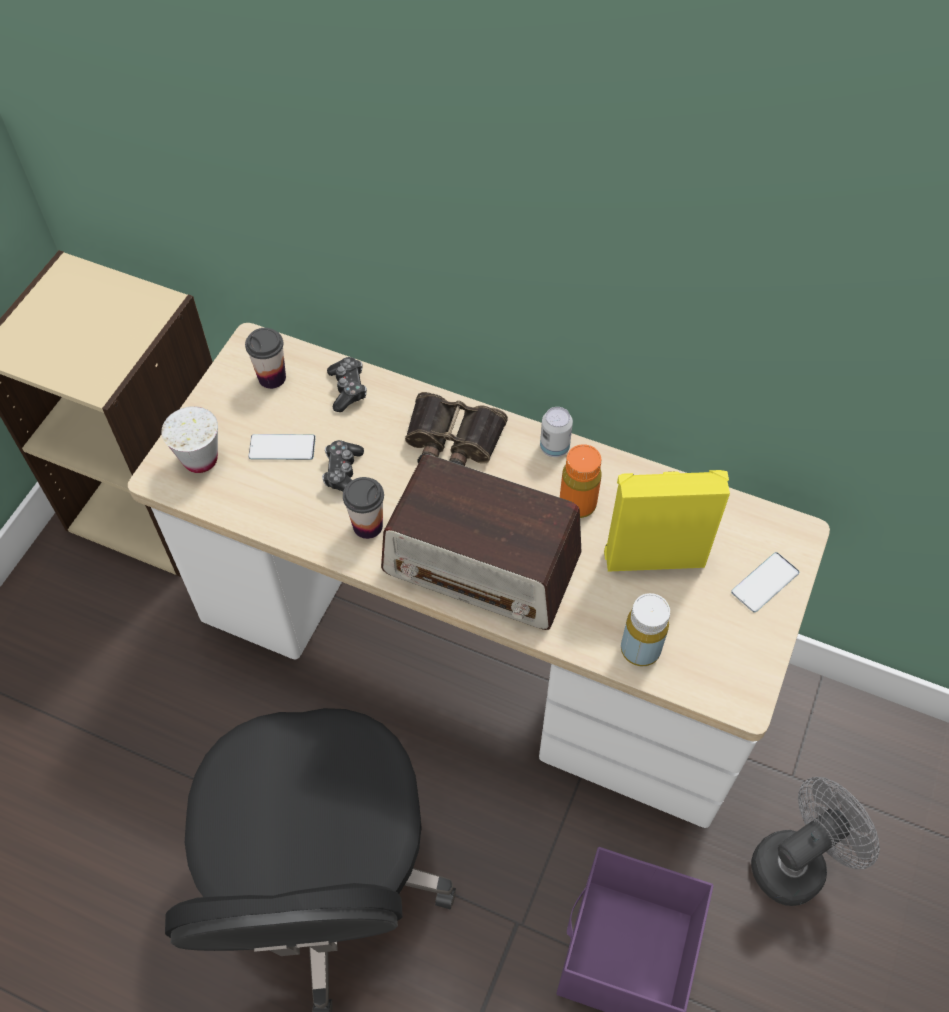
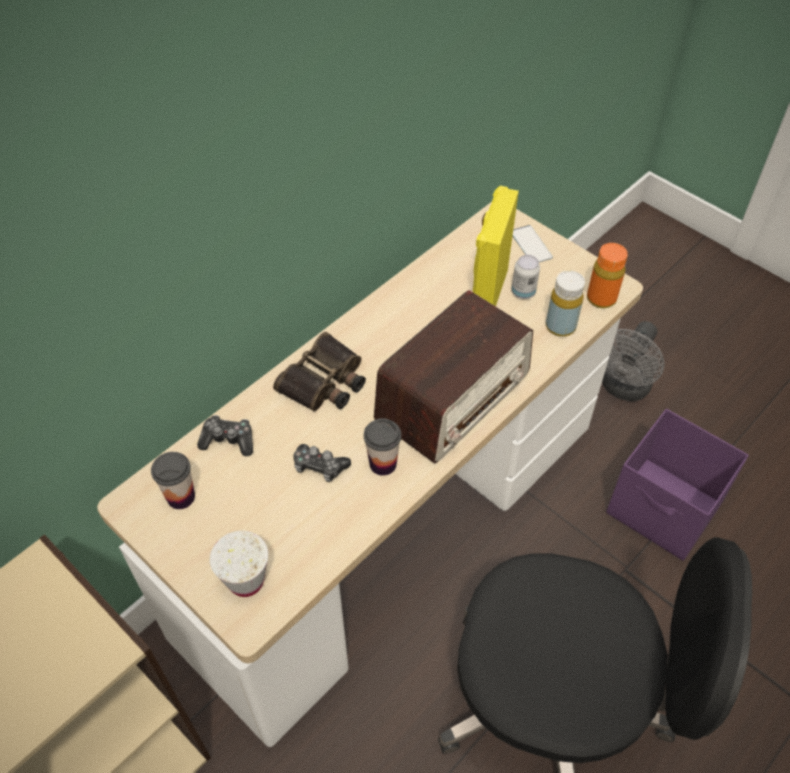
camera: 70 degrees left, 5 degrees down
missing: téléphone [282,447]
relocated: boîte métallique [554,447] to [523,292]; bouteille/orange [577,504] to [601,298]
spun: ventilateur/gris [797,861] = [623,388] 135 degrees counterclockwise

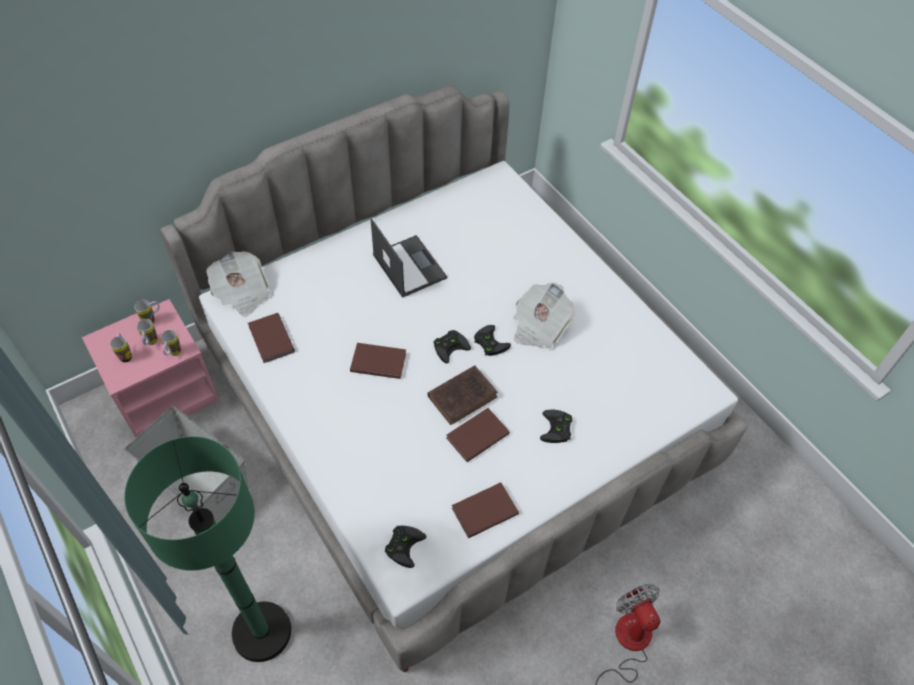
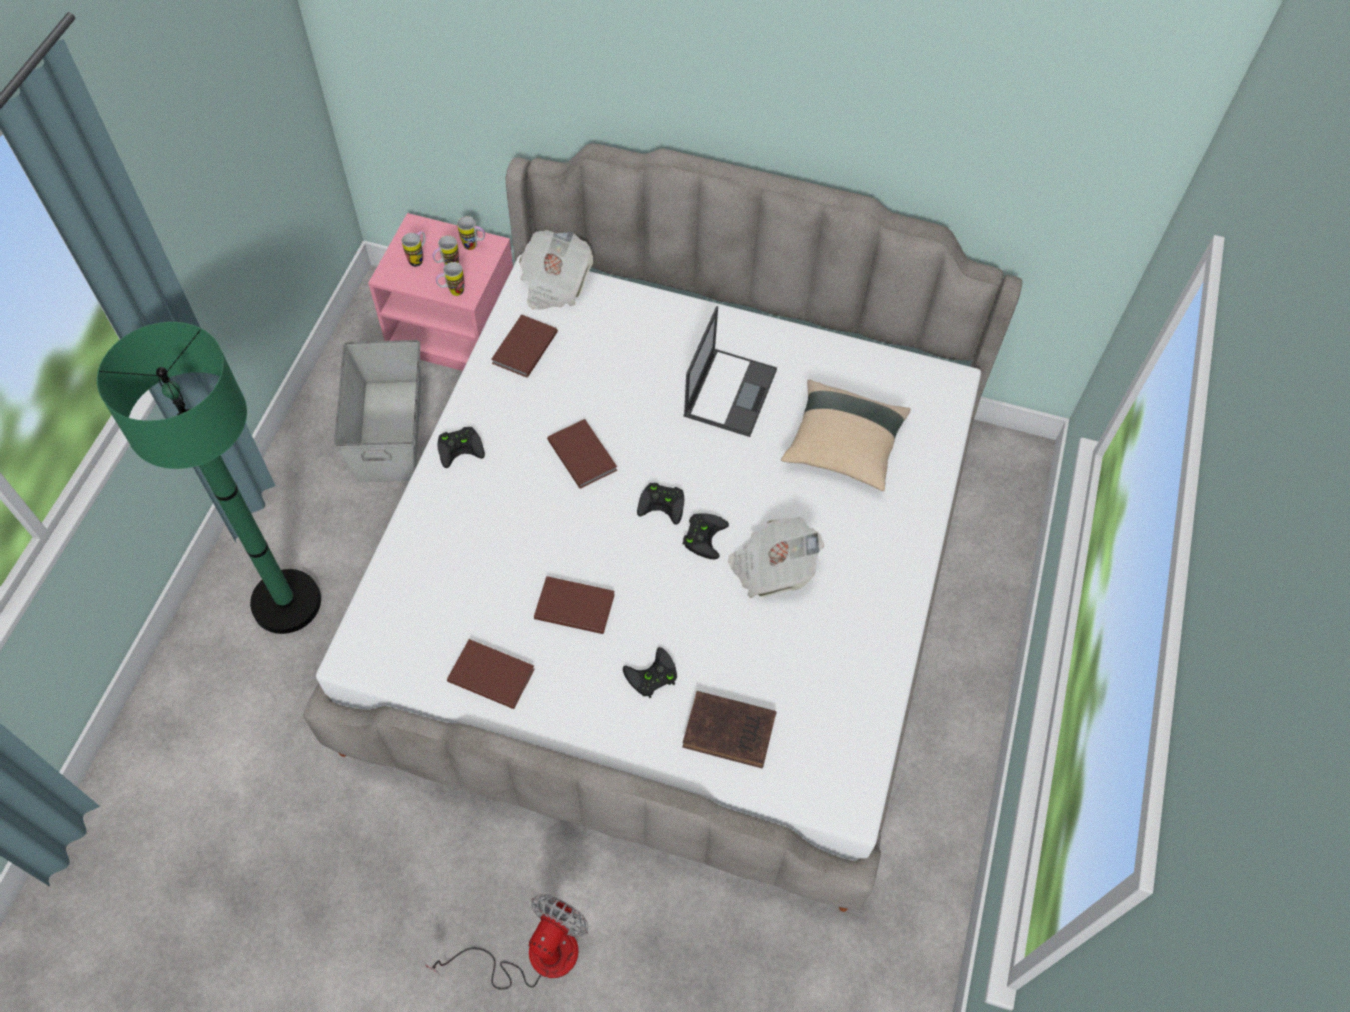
camera: 50 degrees right, 5 degrees up
appeared: coussin/beige [842,446]
relocated: livre/marron [464,396] to [731,732]; manette/noir [403,545] to [461,447]

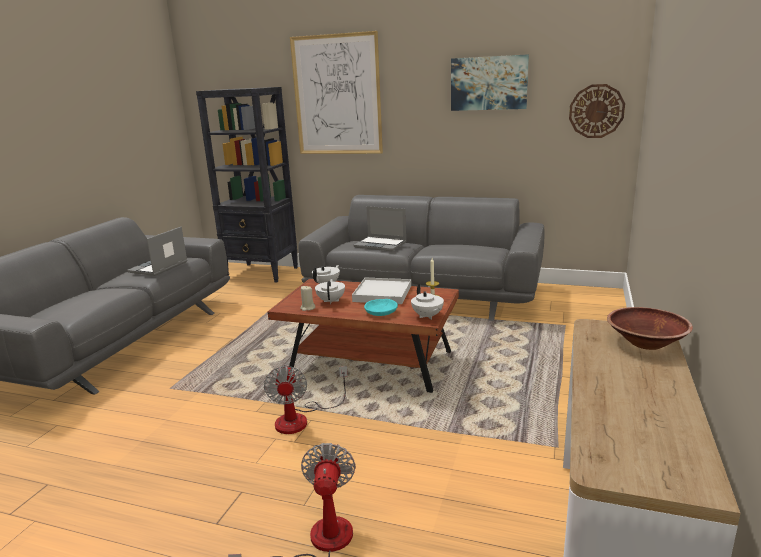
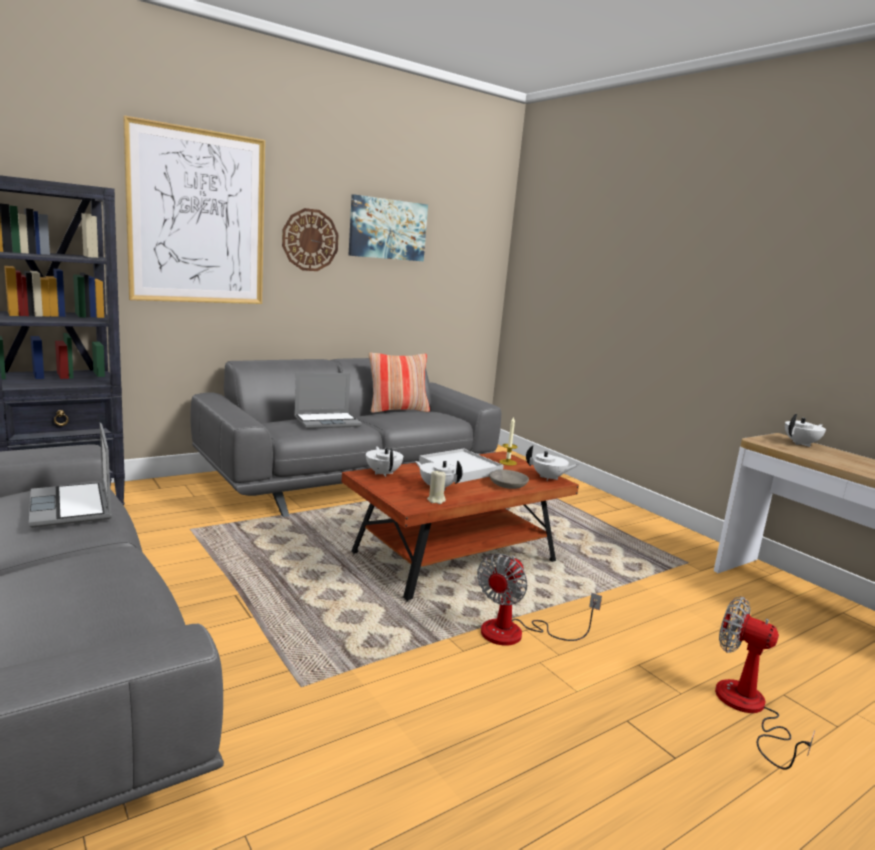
camera: 55 degrees left, 5 degrees down
appeared: coussin [397,410]
relocated: horloge murale [596,111] to [310,240]
exchanged: bol/marron [646,343] to théière/blanc [801,444]
colour: bol/turquoise [381,312] to bol/gris [507,484]
spun: ventilateur [301,419] = [517,633] 90 degrees clockwise

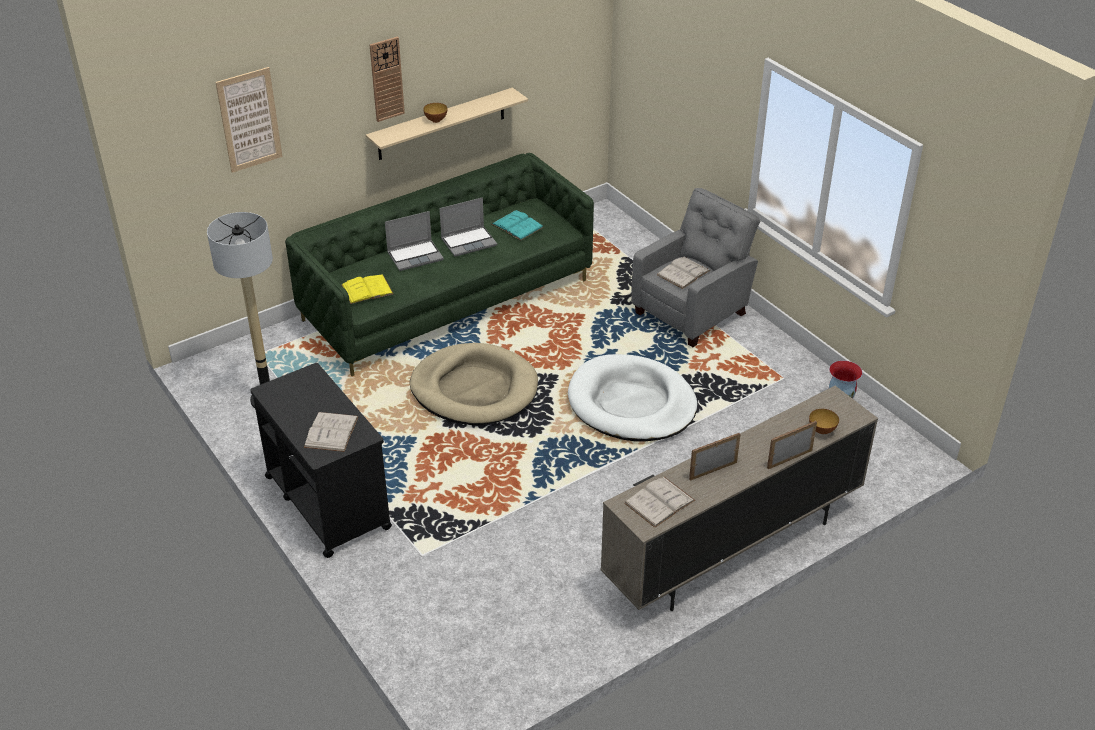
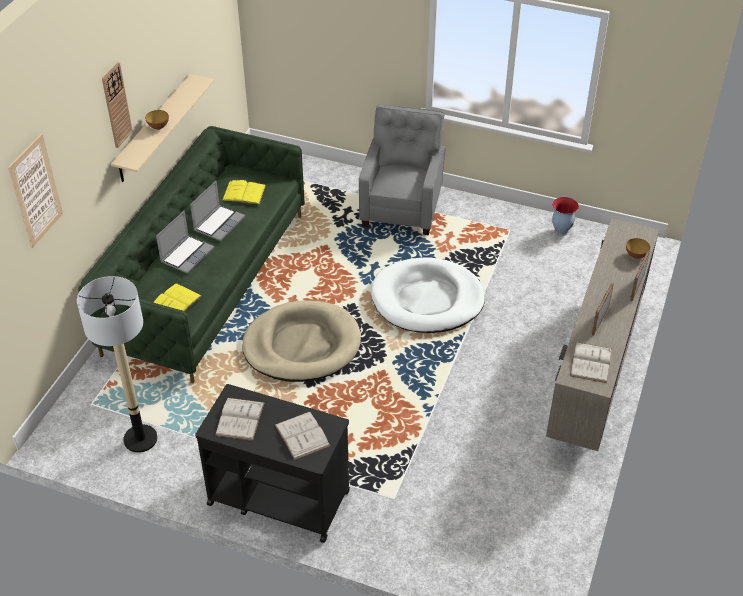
camera: 35 degrees left, 5 degrees up
relocated: livre/blanc [683,273] to [240,419]
colour: livre/turquoise [517,225] to livre/jaune [244,193]

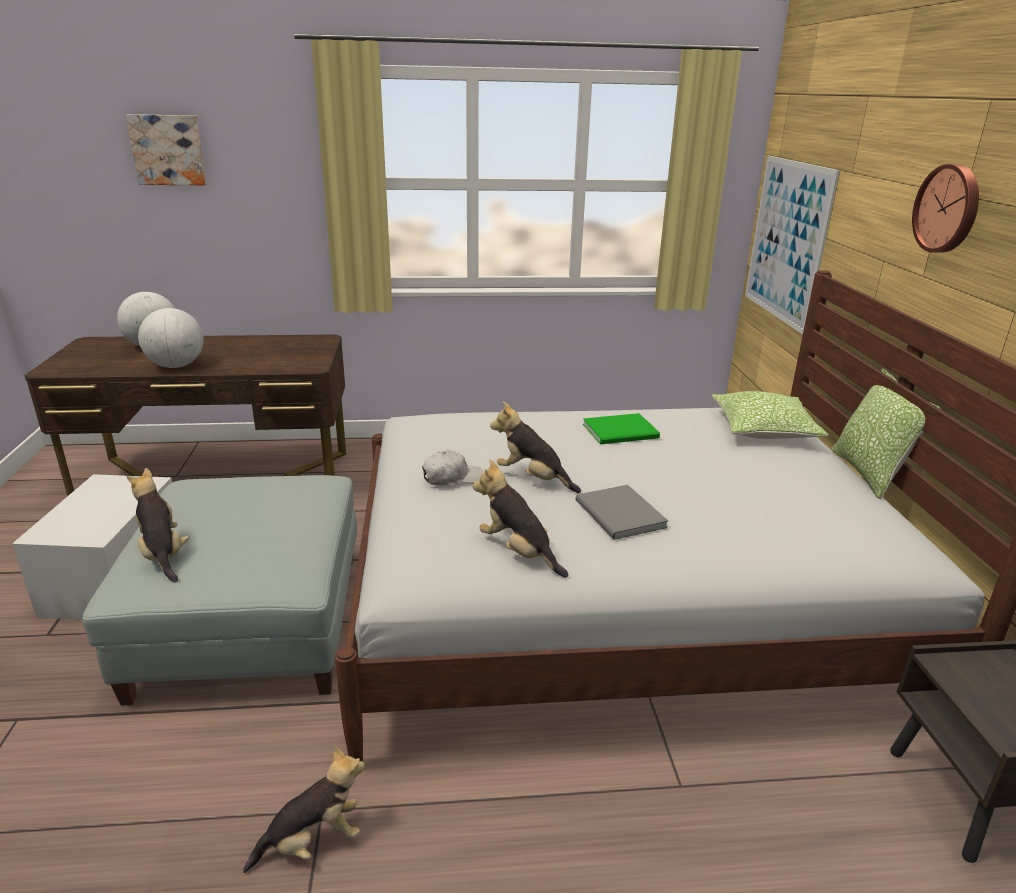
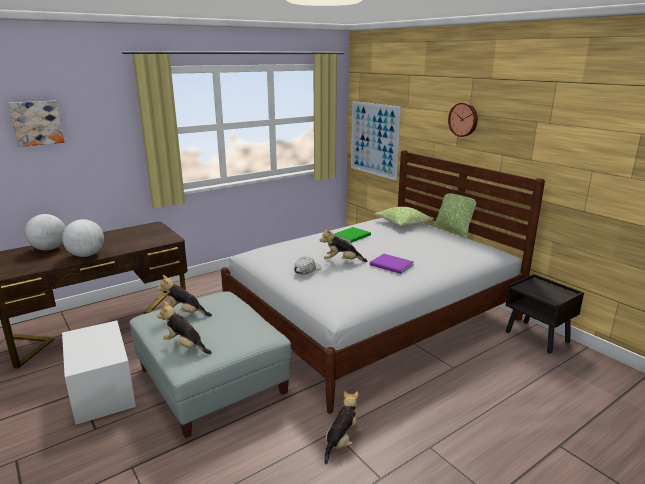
camera: 30 degrees left, 5 degrees down
relocated: peluche [518,552] to [185,313]
colour: livre/gris [619,516] to livre/violet [392,265]

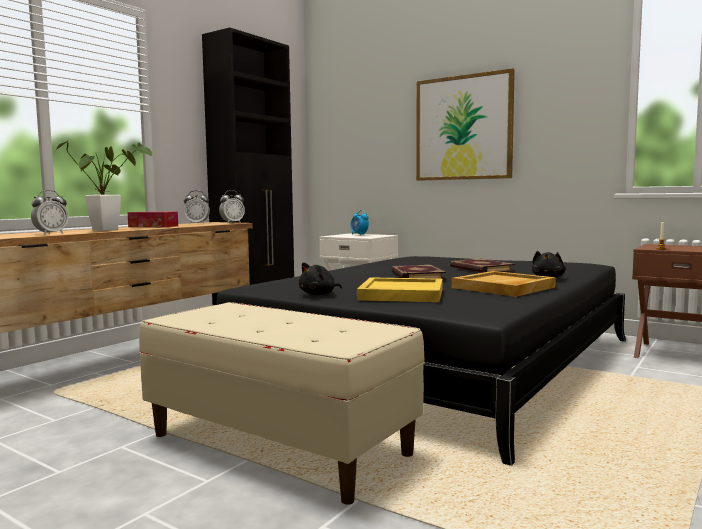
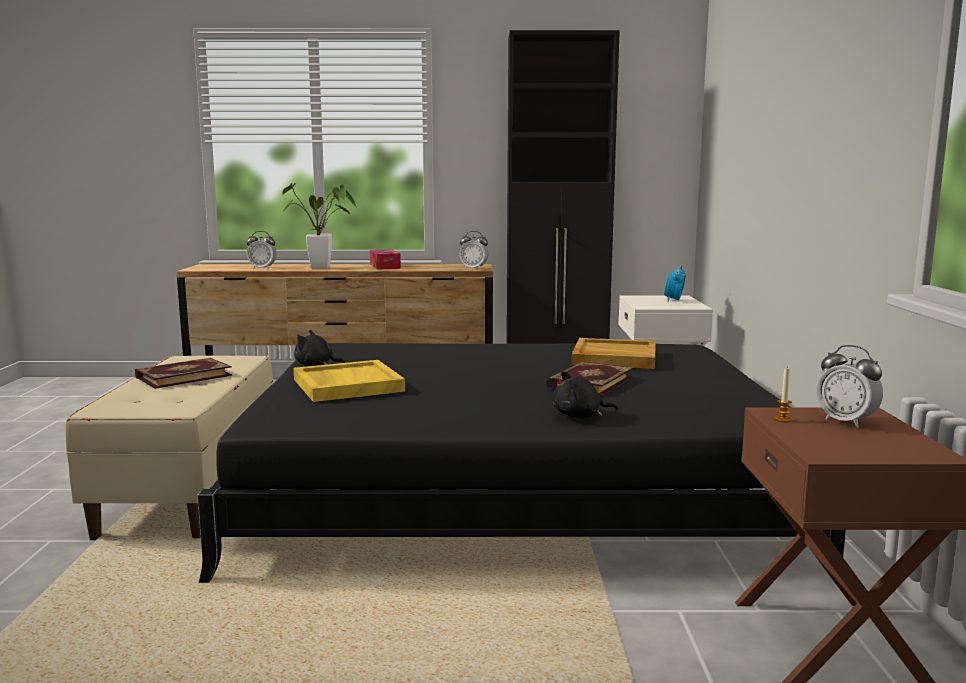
camera: 55 degrees right, 5 degrees up
missing: tableau [463,128]
relocated: réveil [197,224] to [846,422]; livre [416,276] to [183,376]; plateau/beige [503,287] to [613,358]

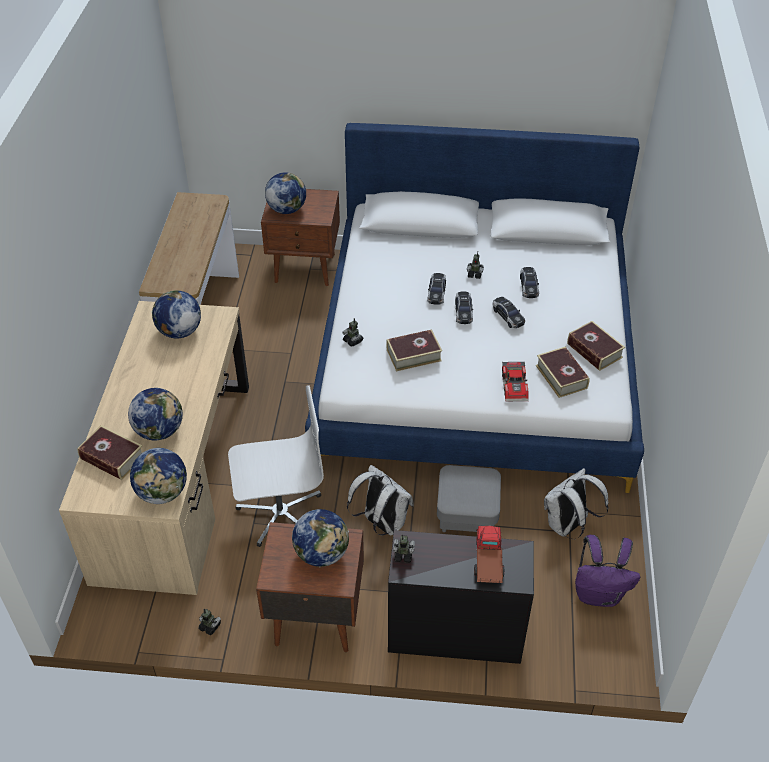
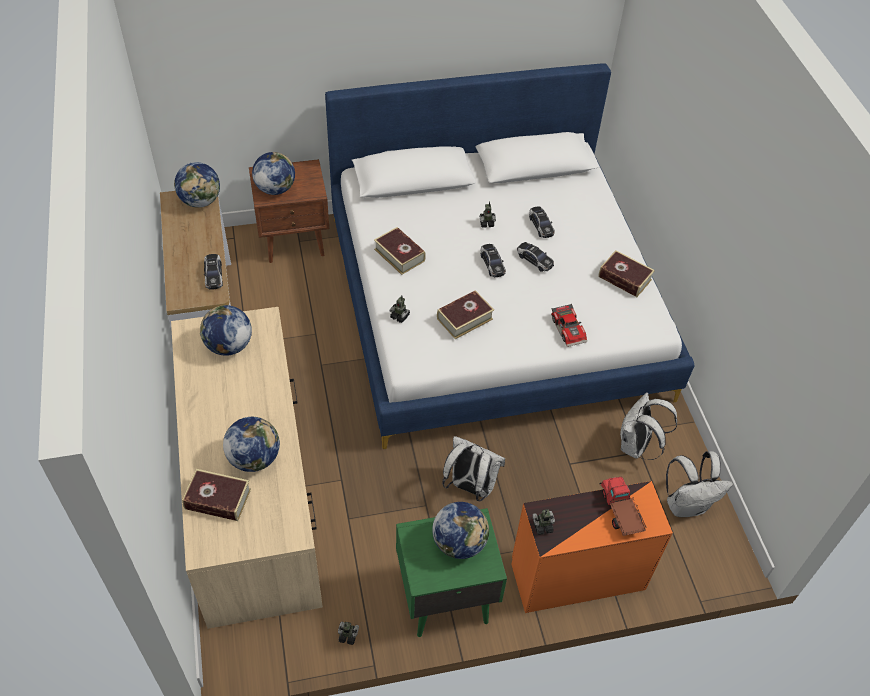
camera: 20 degrees left, 5 degrees up
missing: chaise de bureau/blanc [280,512]; pouf/gris [467,515]
relocated: petite voiture [436,292] to [213,275]; livre [561,377] to [399,255]; globe [163,492] to [201,201]
colour: table de chevet/marron [314,617] to table de chevet/vert [444,598]; commode/noir [454,631] to commode/orange [576,575]; sac à dos/violet [599,594] to sac à dos/blanc [687,505]

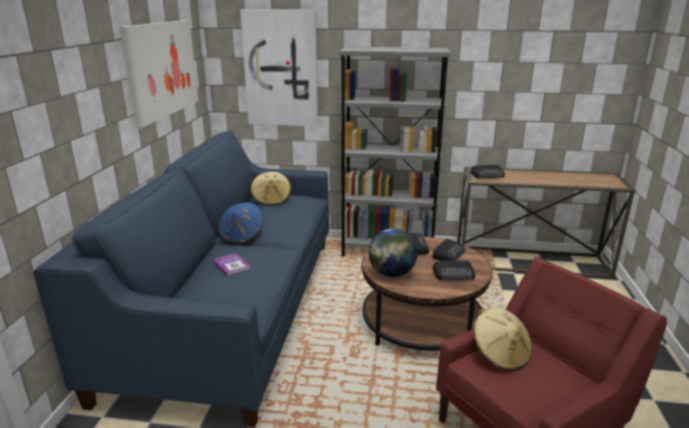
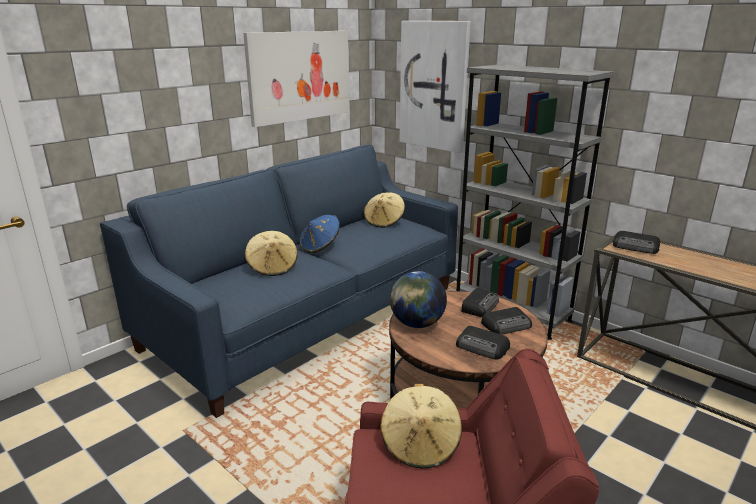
camera: 35 degrees right, 0 degrees up
exchanged: livre [231,265] to chapeau/beige [272,267]

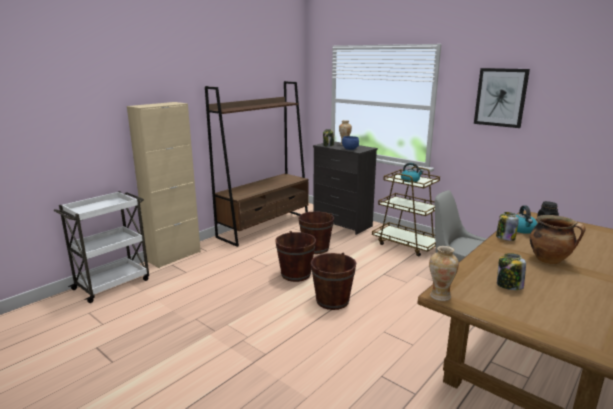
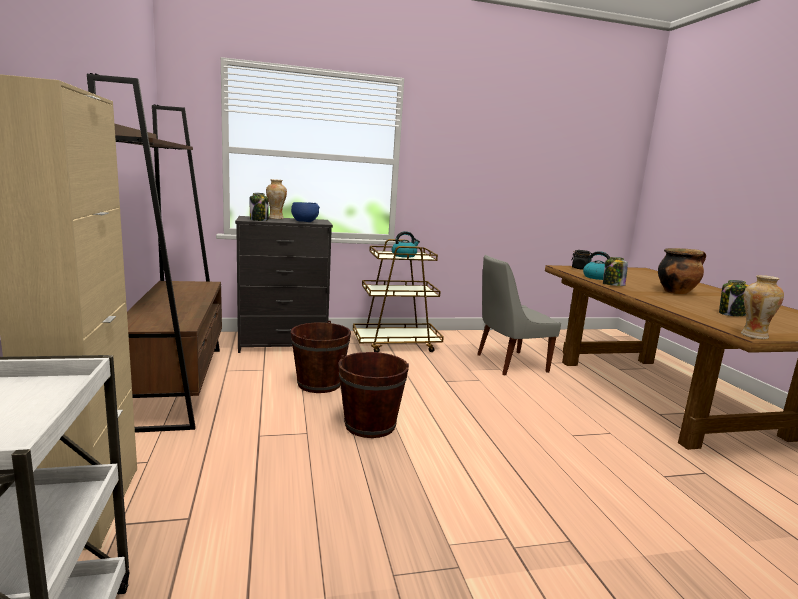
camera: 55 degrees left, 5 degrees down
missing: tableau [500,97]; seau/marron [332,301]

